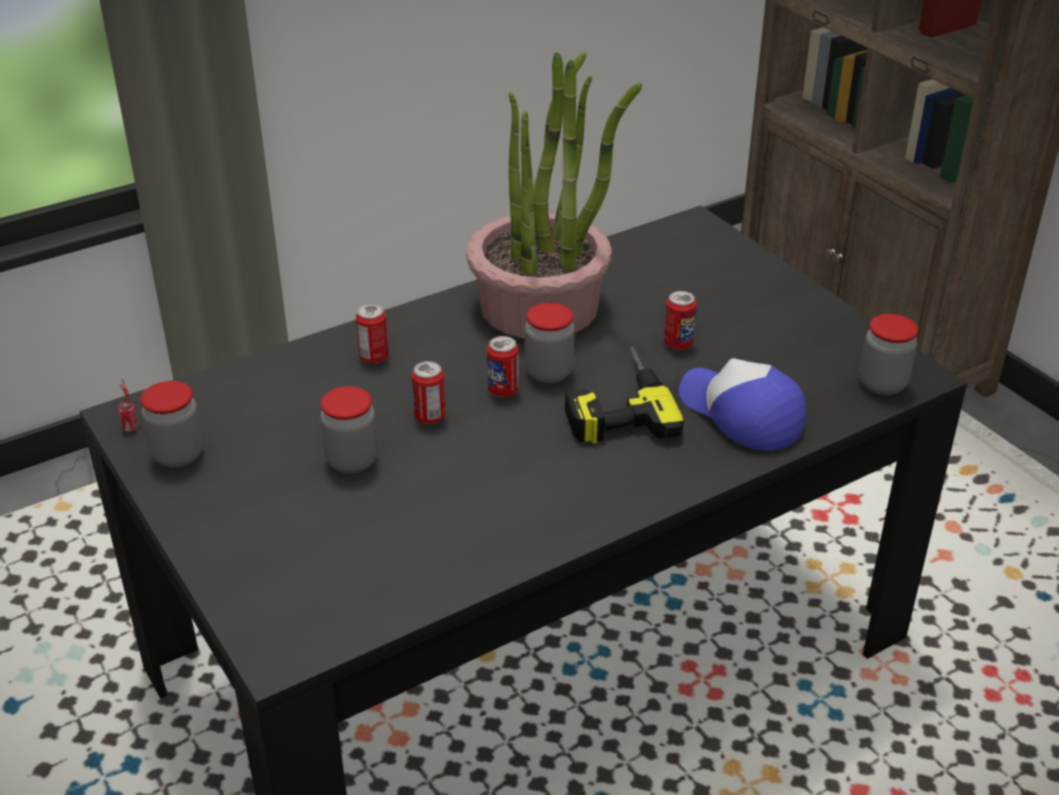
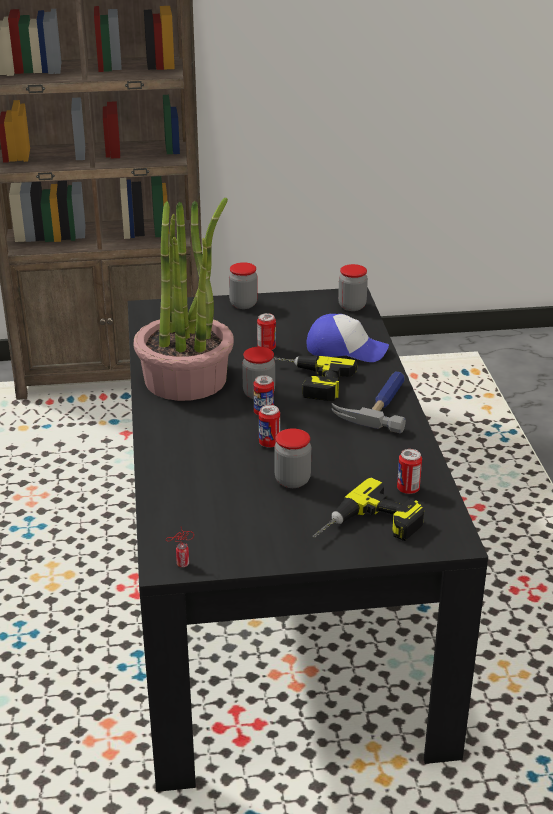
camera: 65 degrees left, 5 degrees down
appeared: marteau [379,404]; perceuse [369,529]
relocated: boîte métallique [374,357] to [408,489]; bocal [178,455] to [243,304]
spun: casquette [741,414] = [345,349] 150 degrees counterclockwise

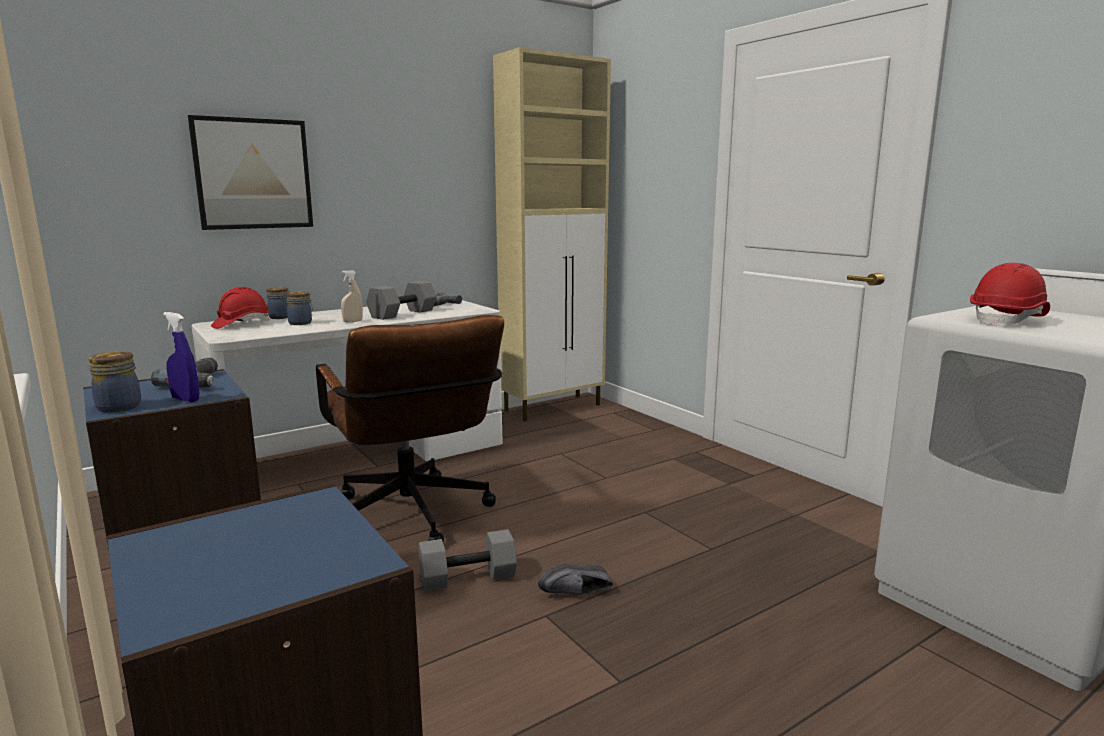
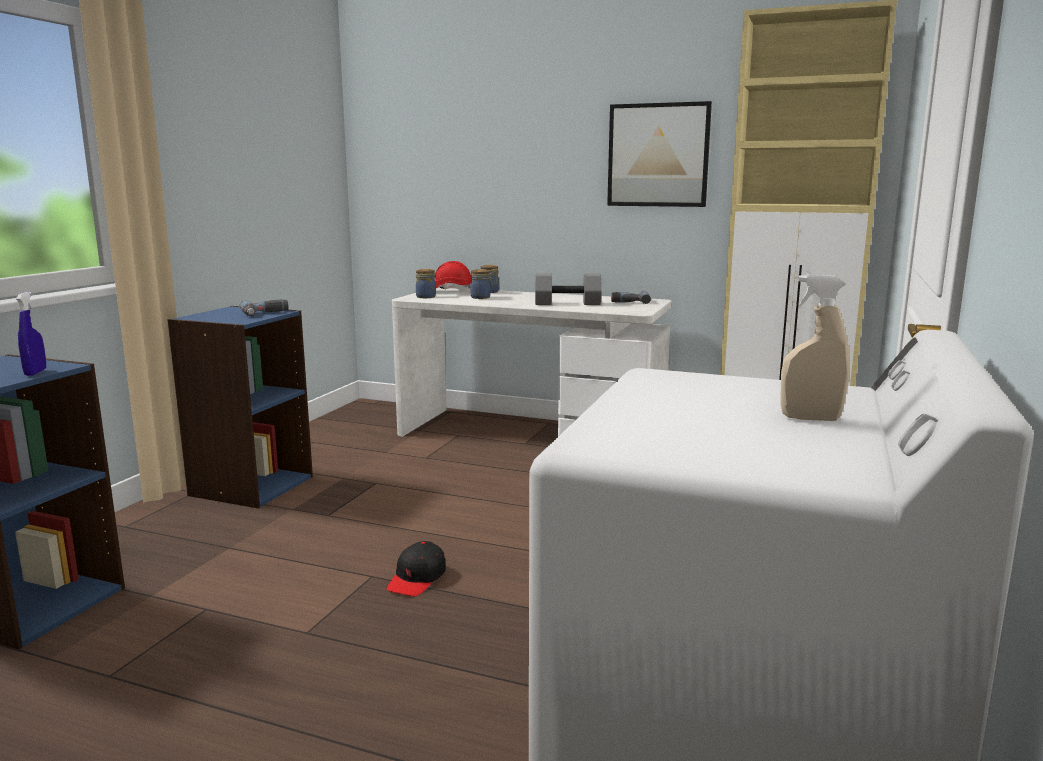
camera: 55 degrees right, 0 degrees up
missing: casque de chantier/rouge [1008,320]; chaise de bureau/marron [413,520]; haltère/gris [467,578]
relocated: tableau [253,174] to [658,155]; vaporisateur/beige [353,321] to [810,418]; vaporisateur/bleu [185,400] to [35,372]; bocal [117,407] to [426,297]
exchanged: chaussure/noir [578,594] to casquette/noir [417,579]

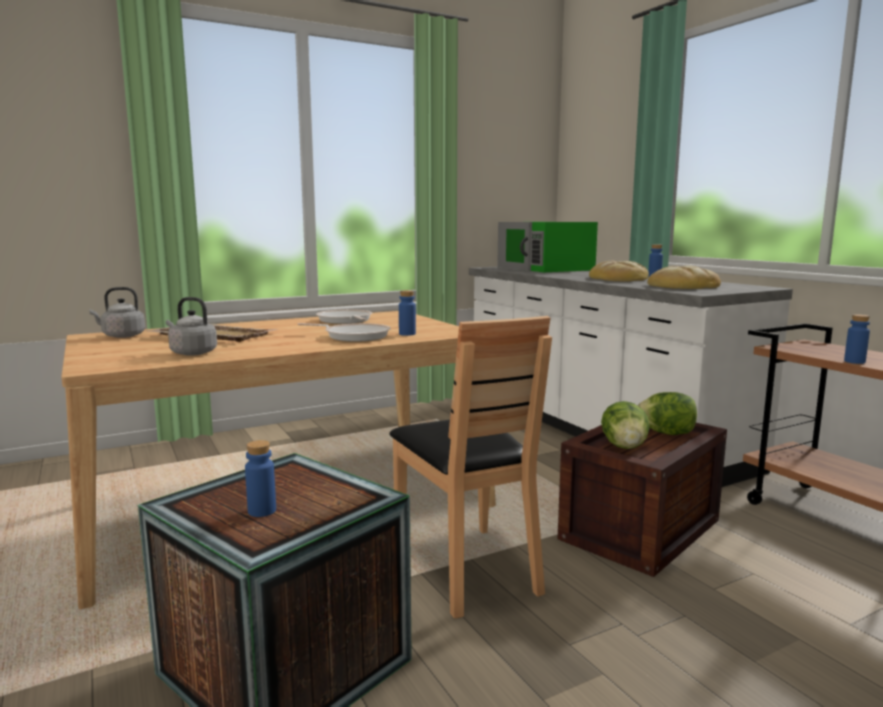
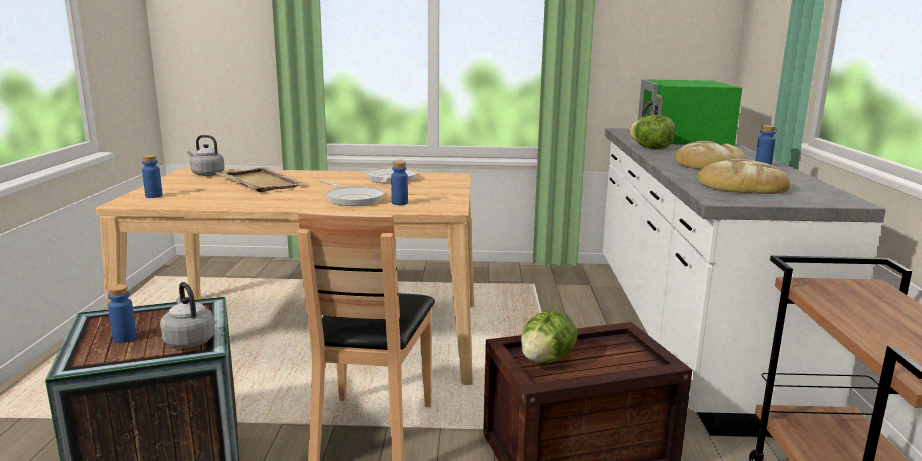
camera: 30 degrees right, 5 degrees up
relocated: bouilloire/gris [191,353] to [188,340]; bouteille/bleu [854,361] to [154,196]; laitue [666,433] to [651,148]

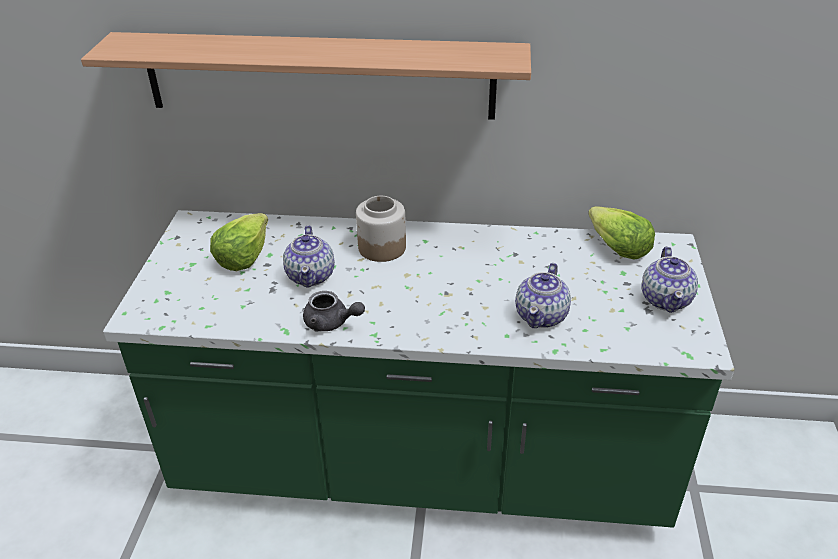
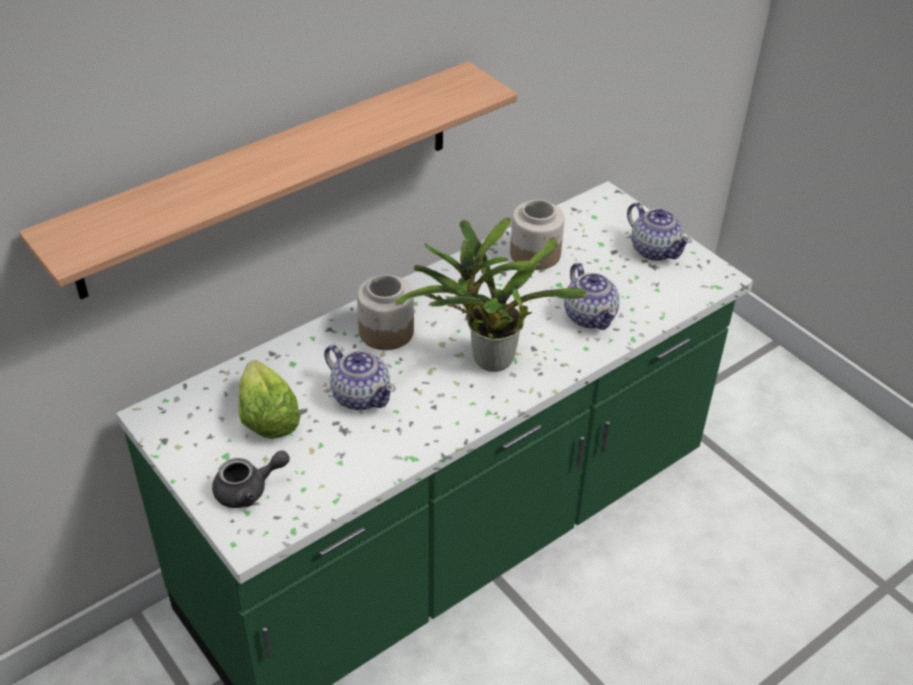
camera: 45 degrees left, 5 degrees up
missing: laitue [616,248]
appeared: bocal [534,254]; plante en pot [486,359]
relocated: théière/gris [331,323] to [249,490]

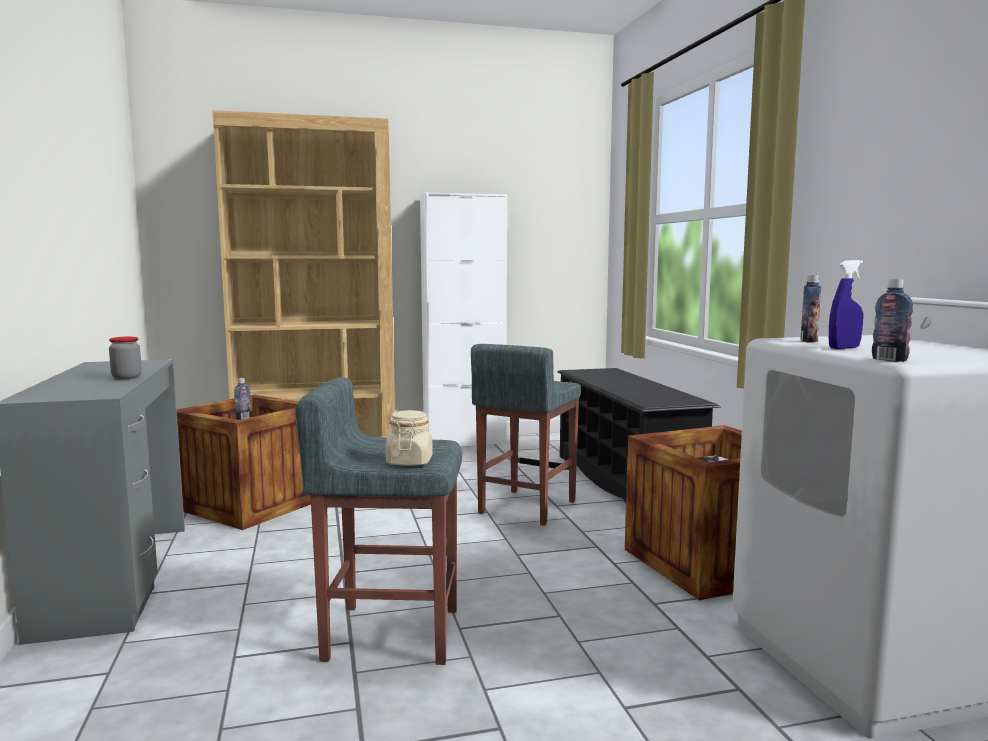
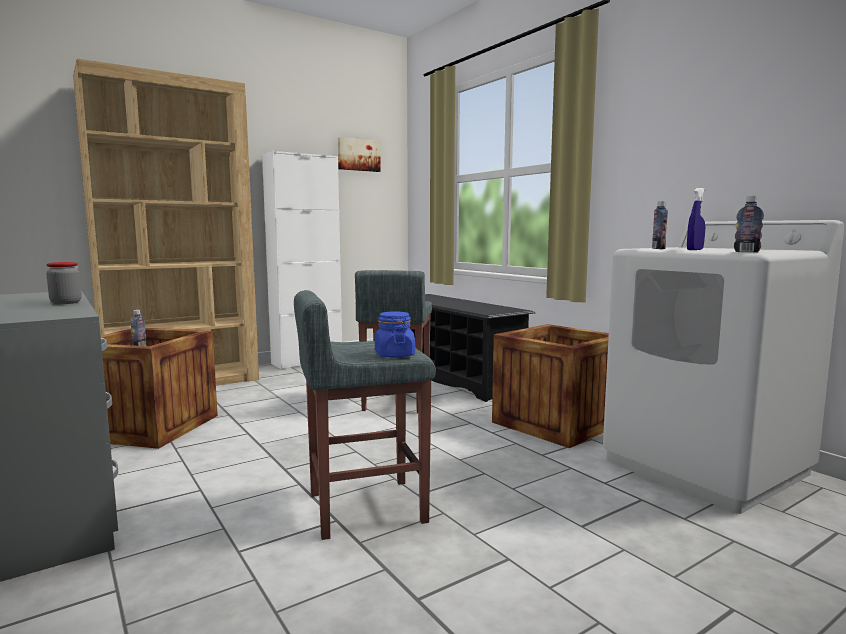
camera: 20 degrees left, 0 degrees up
appeared: tableau [358,155]
colour: bocal/beige [409,462] to bocal/bleu [394,355]

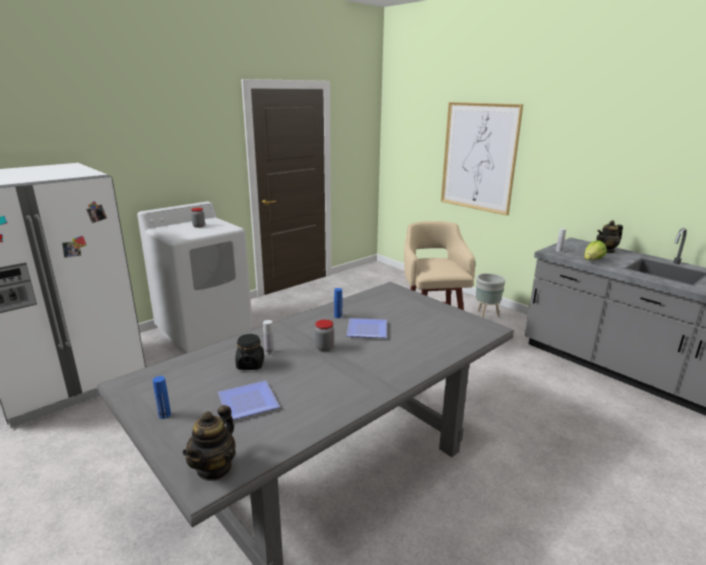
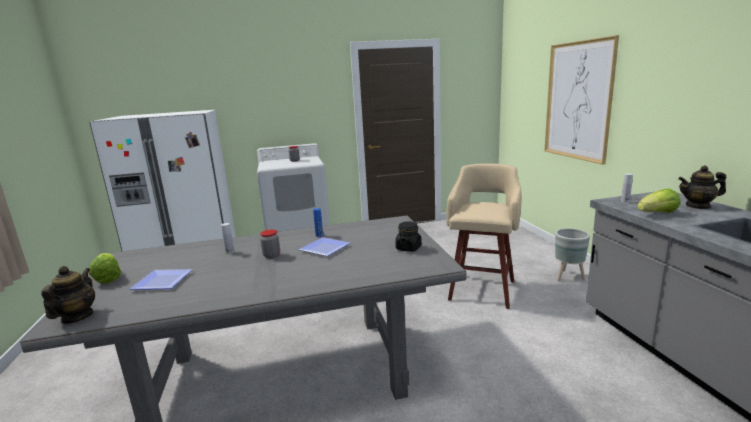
camera: 30 degrees right, 5 degrees down
relocated: bocal/noir [250,364] to [408,248]
exchanged: bouteille/bleu [164,415] to laitue [108,278]
spun: théière [214,468] = [76,317] 135 degrees clockwise

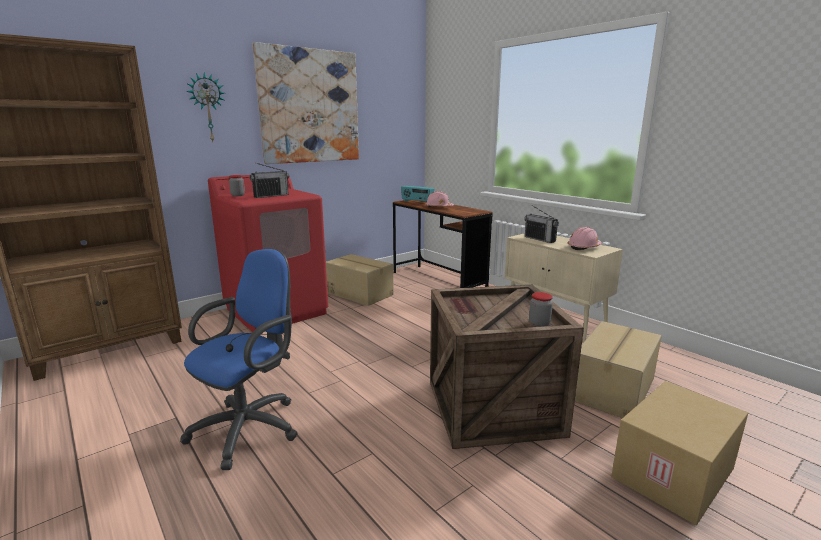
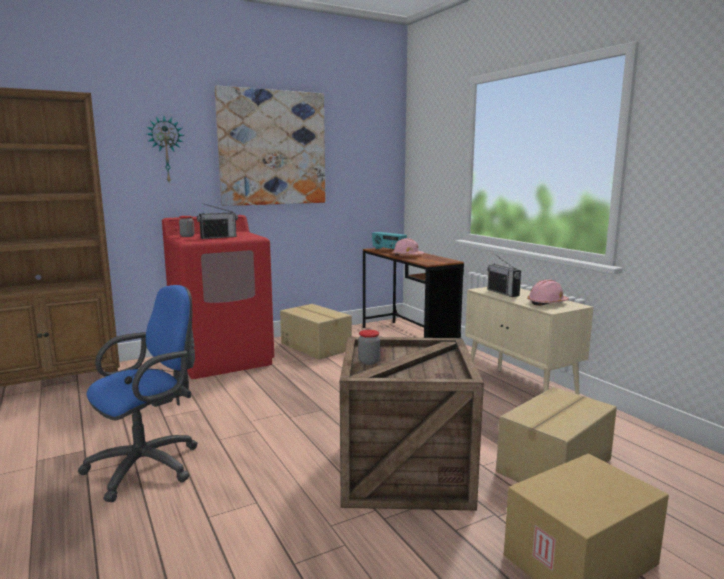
camera: 10 degrees right, 5 degrees down
relocated: bocal [539,324] to [369,362]

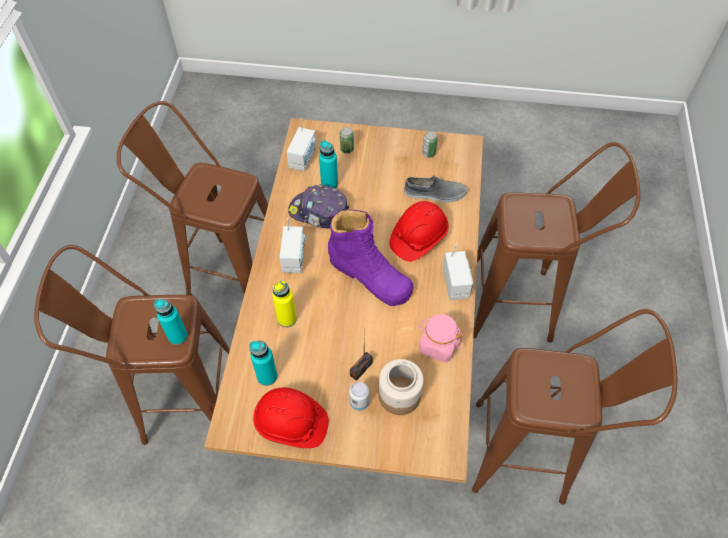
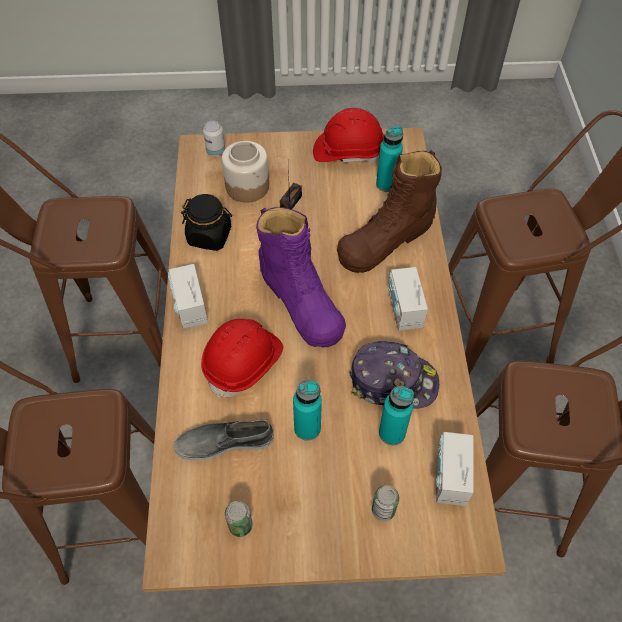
camera: 170 degrees right, 0 degrees up
relocated: bouteille/turquoise [178,336] to [307,428]; boîte métallique [359,402] to [216,151]
exchanged: bouteille/jaune [287,319] to botte/marron [386,239]
colour: bocal/rose [438,345] to bocal/noir [210,236]
spun: botte/violet [370,276] = [301,301] 150 degrees counterclockwise

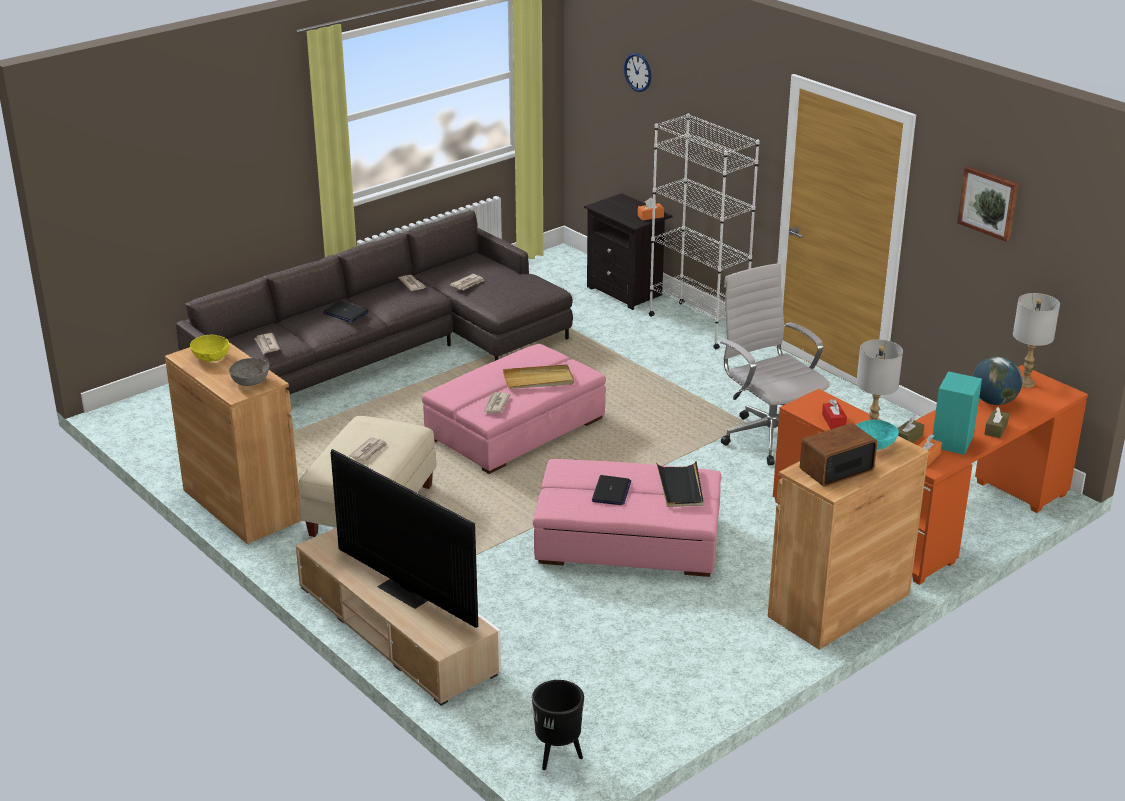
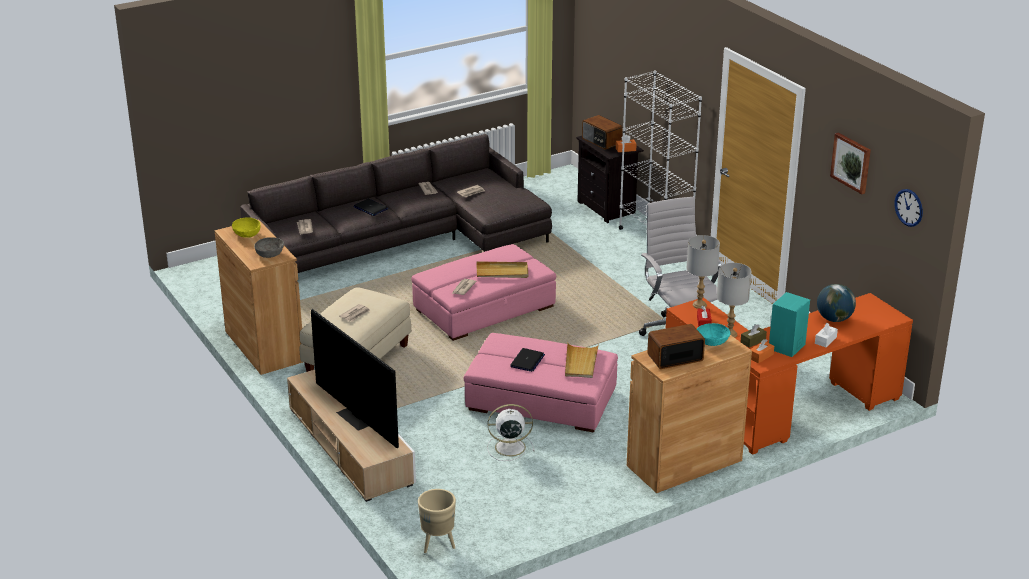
camera: 10 degrees right, 0 degrees up
appeared: radio [601,141]; ventilateur/blanc [508,447]
relocated: horloge murale [638,72] to [909,207]; lampe de table/gris [1025,383] to [699,305]
colour: boîte à mouchoirs/marron [995,429] to boîte à mouchoirs/blanc [825,340]; plateau/noir [680,487] to plateau/beige [580,362]; cache-pot/noir [558,757] to cache-pot/beige [438,545]

